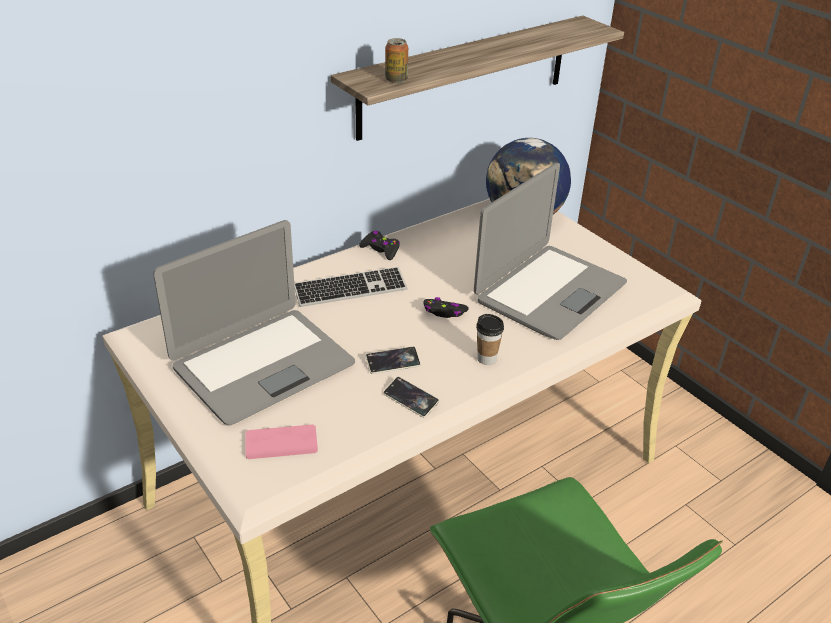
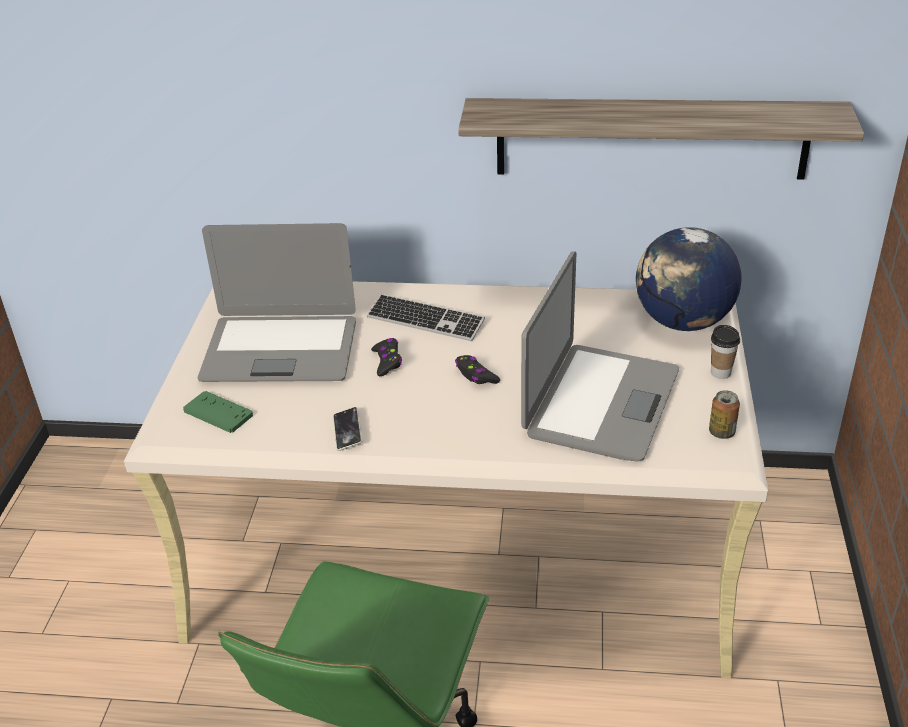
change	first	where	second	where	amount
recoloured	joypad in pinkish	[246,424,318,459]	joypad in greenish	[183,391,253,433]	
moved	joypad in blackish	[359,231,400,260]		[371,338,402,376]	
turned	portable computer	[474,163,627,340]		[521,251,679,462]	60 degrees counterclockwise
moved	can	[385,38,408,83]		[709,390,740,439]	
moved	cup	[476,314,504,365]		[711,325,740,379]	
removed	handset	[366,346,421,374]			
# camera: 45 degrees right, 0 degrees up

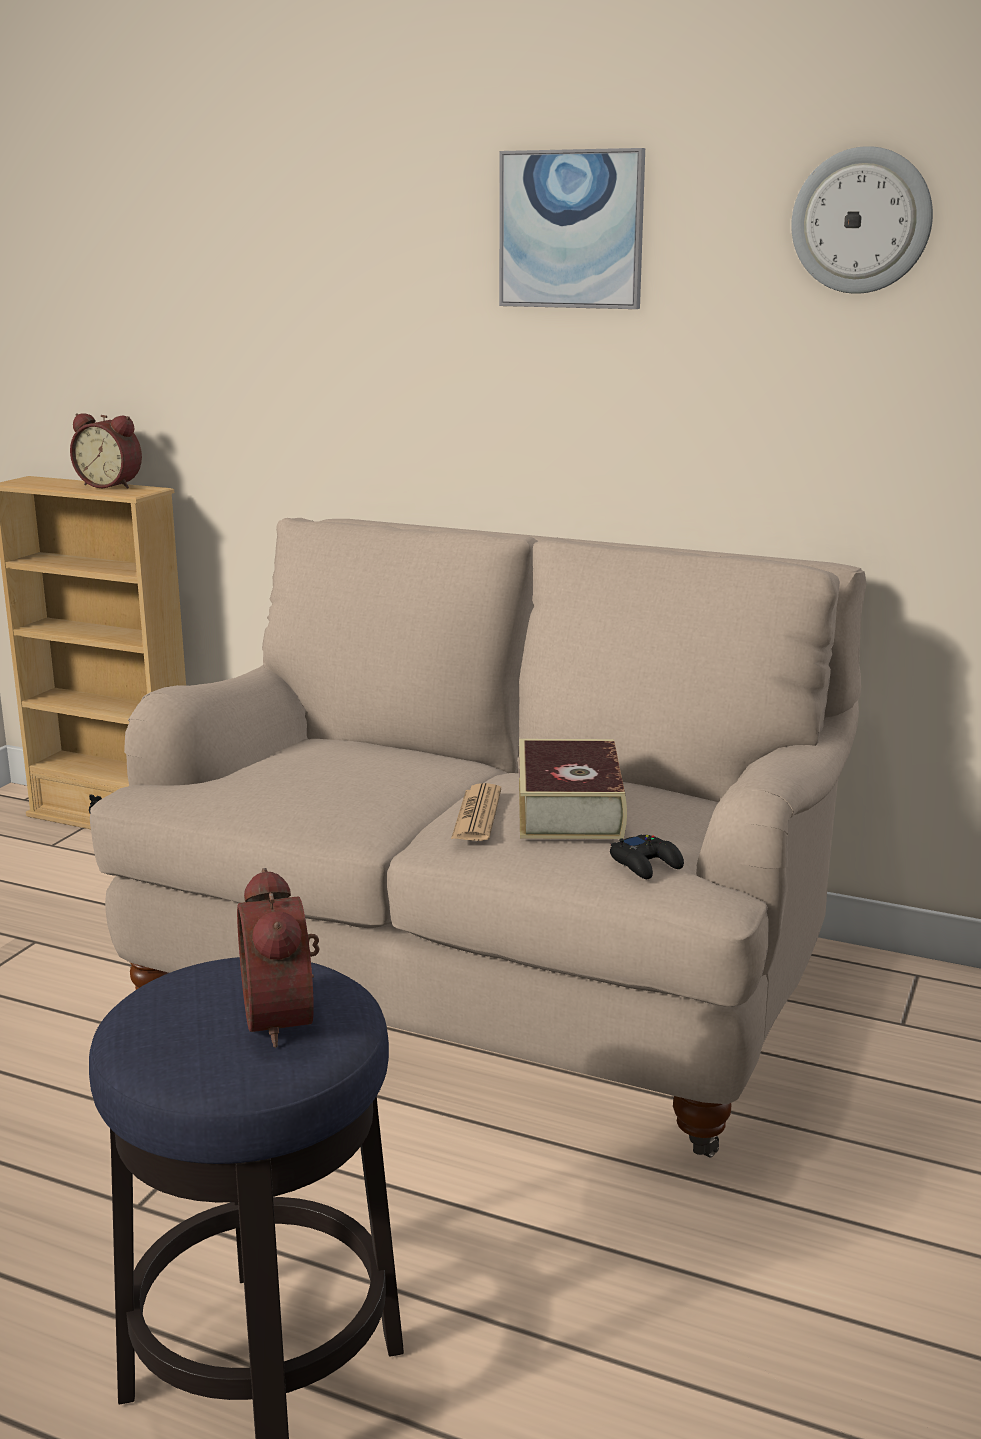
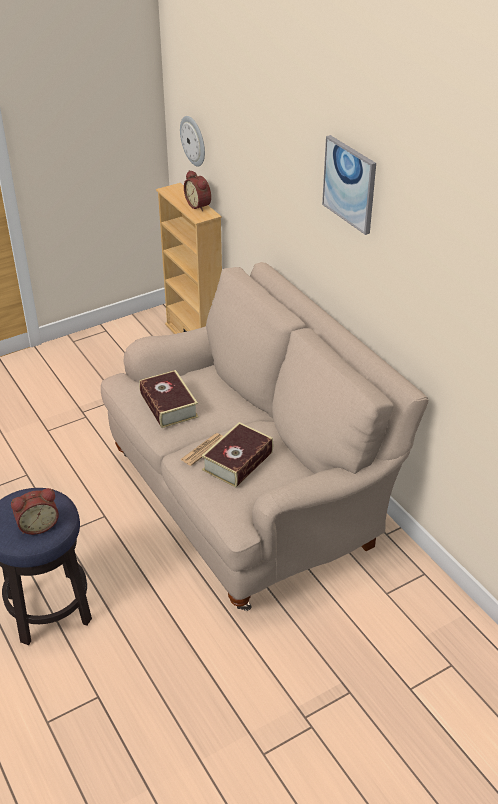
change	first	where	second	where	amount
turned	alarm clock	[237,868,320,1048]		[11,488,59,535]	135 degrees counterclockwise
added			book	[139,370,199,428]	
moved	clock on the wall	[791,146,933,294]		[180,116,205,166]	
removed	joypad in blackish	[610,835,684,879]			
# camera: 35 degrees right, 20 degrees up

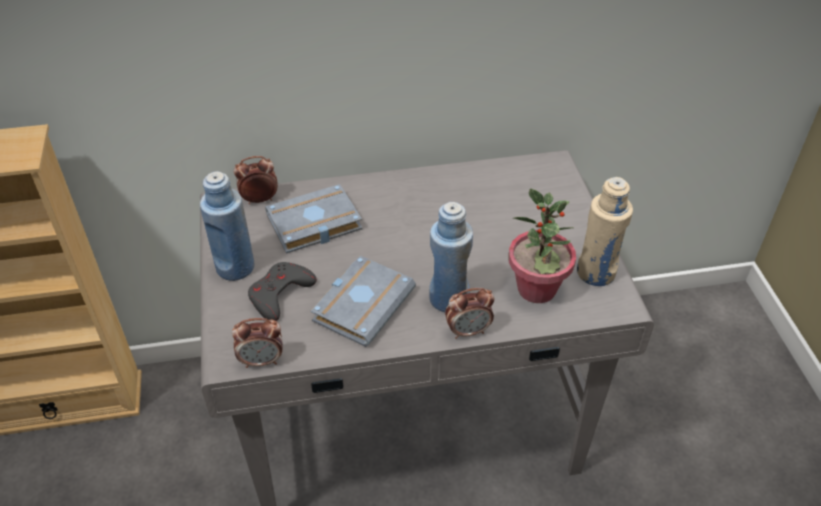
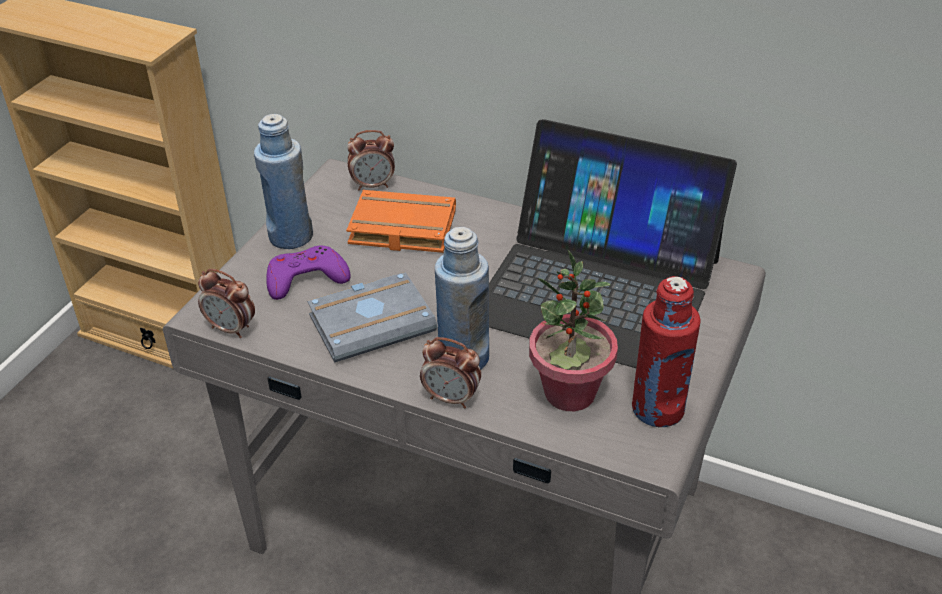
change	first	where	second	where	amount
recoloured	joypad in grey	[248,262,317,321]	joypad in purple	[266,246,351,300]	
recoloured	book in grey	[265,184,362,254]	book in orangey	[346,190,456,253]	
turned	alarm clock	[234,156,278,204]		[347,130,395,190]	150 degrees clockwise
added			portable computer	[489,119,737,368]	
recoloured	bottle in beige	[577,177,633,286]	bottle in red	[632,276,701,427]	
# camera: 35 degrees right, 5 degrees down

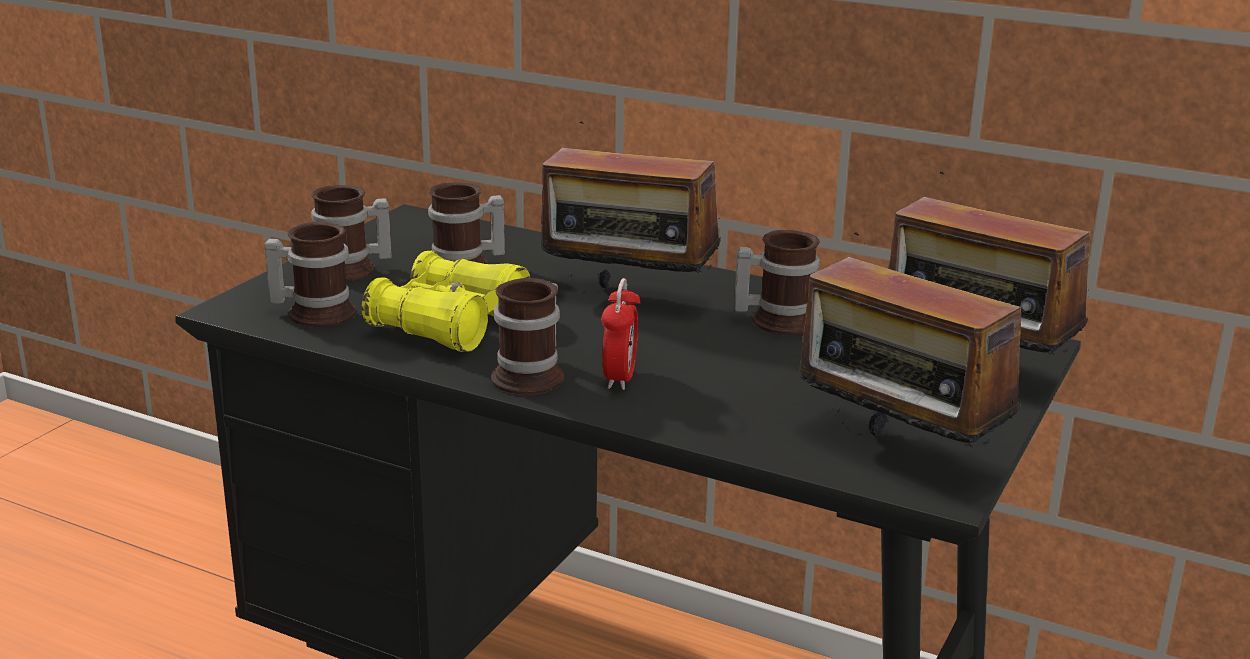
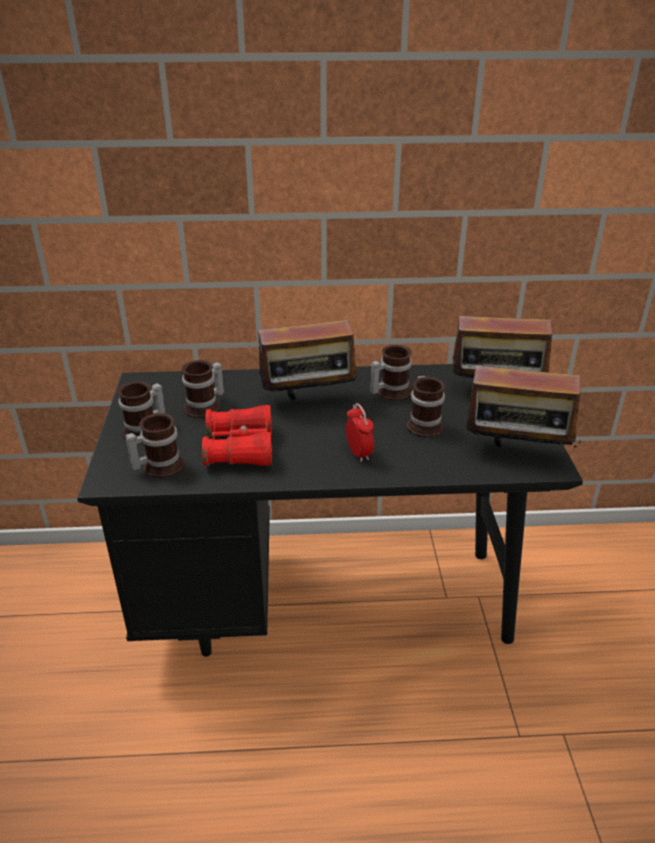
change	first	where	second	where	amount
recoloured	field glasses in yellow	[362,251,530,352]	field glasses in red	[202,405,272,466]	
moved	tea mug	[491,278,564,395]		[406,376,445,437]	
# camera: 30 degrees left, 10 degrees up

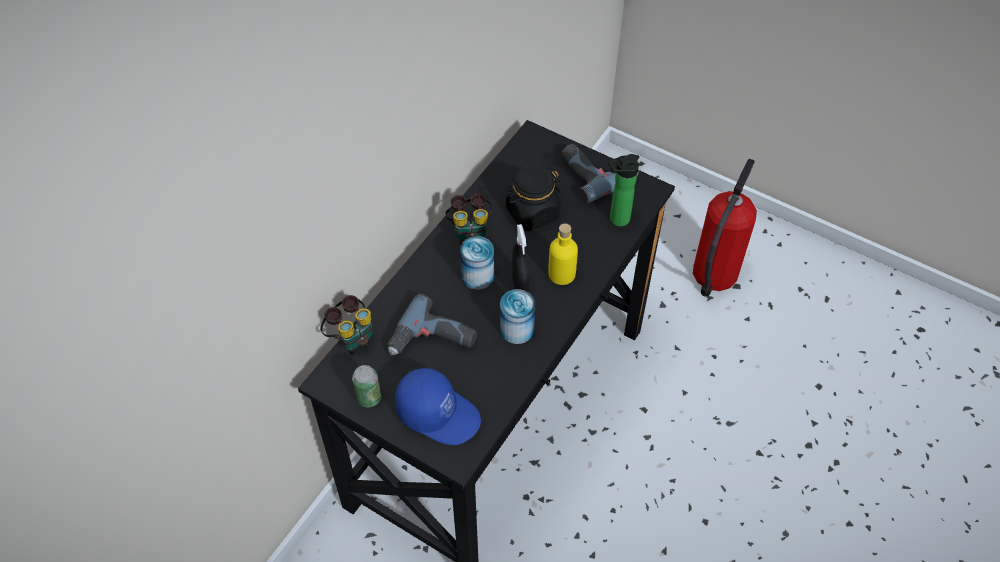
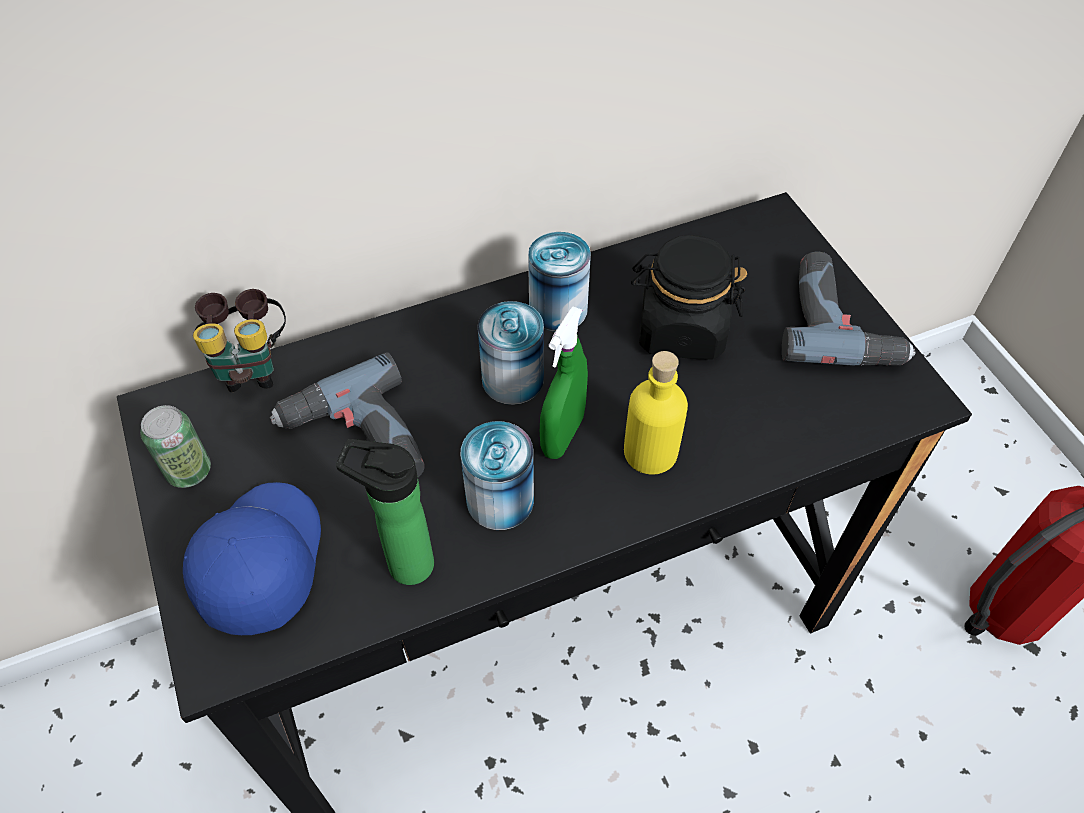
change	first	where	second	where	amount
turned	baseball cap in blue	[395,368,481,445]		[183,482,321,635]	150 degrees counterclockwise
moved	bottle	[608,154,639,227]		[336,439,434,585]	
replaced	field glasses	[445,193,493,245]	can	[528,232,591,331]	
recoloured	hand sprayer in blackish	[512,224,529,293]	hand sprayer in greenish	[540,307,588,459]	
# camera: 35 degrees right, 0 degrees up

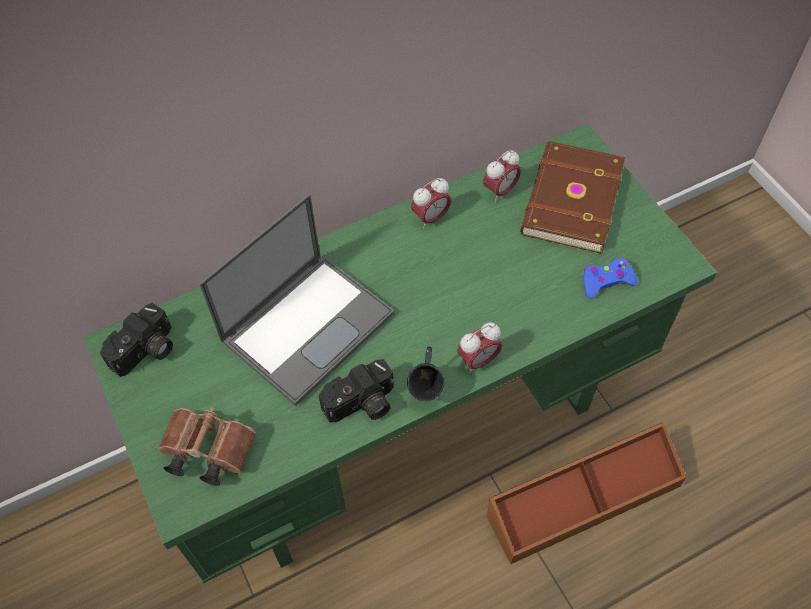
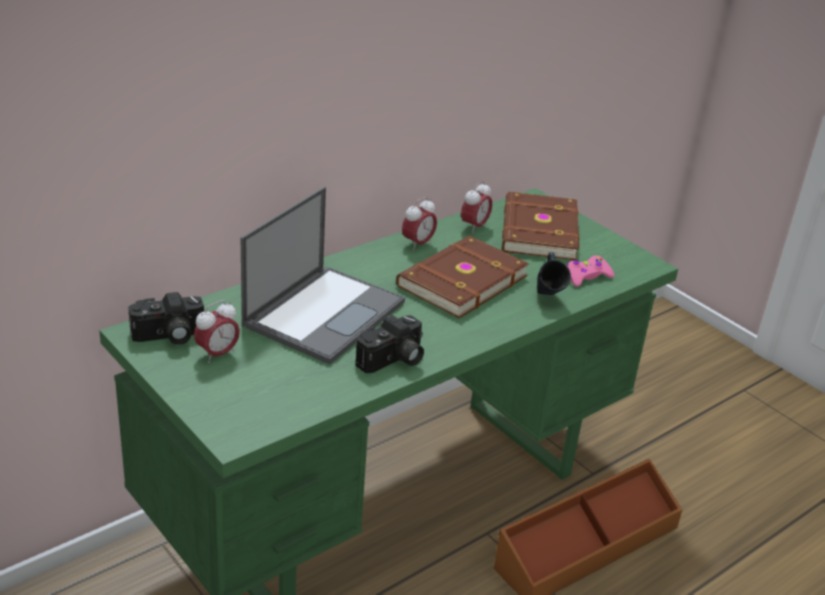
change	first	where	second	where	amount
turned	photo camera	[100,303,173,377]		[128,292,204,345]	45 degrees clockwise
moved	alarm clock	[457,322,502,373]		[194,300,240,363]	
added			book in brown-coloured	[396,236,530,318]	
moved	tea mug in blue	[407,347,444,401]		[537,252,571,295]	
recoloured	joypad in blue	[583,257,637,299]	joypad in pinkish	[567,256,614,287]	
removed	field glasses in brown-coloured	[158,407,256,486]			
# camera: 15 degrees left, 25 degrees down

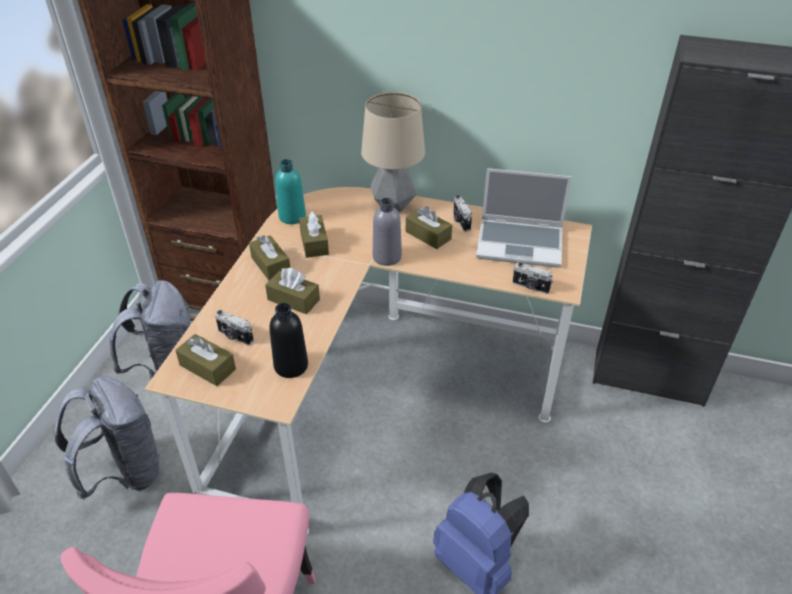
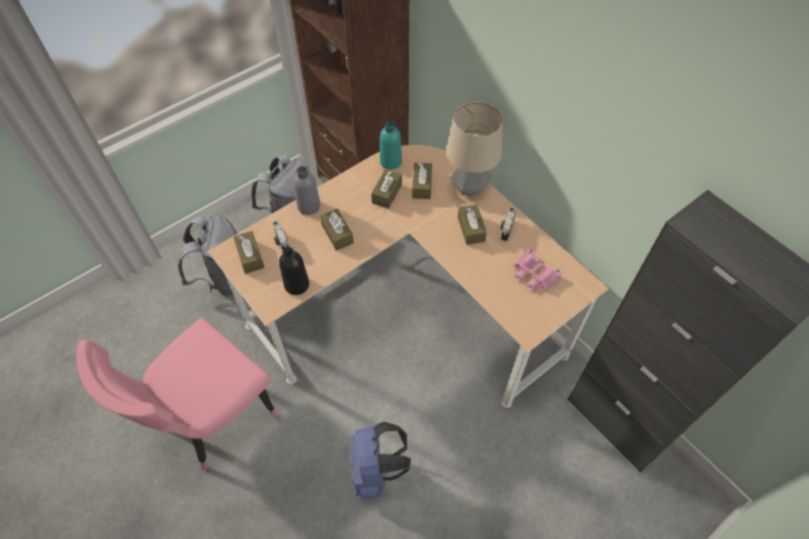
change	first	where	second	where	amount
moved	bottle in grey	[373,198,402,266]		[293,166,321,215]	
moved	box of tissues in brown-coloured	[249,235,290,280]		[412,163,432,199]	
replaced	portable computer	[476,168,572,268]	field glasses in pinkish	[513,249,562,290]	
removed	photo camera	[512,262,553,294]			
# camera: 35 degrees right, 15 degrees up

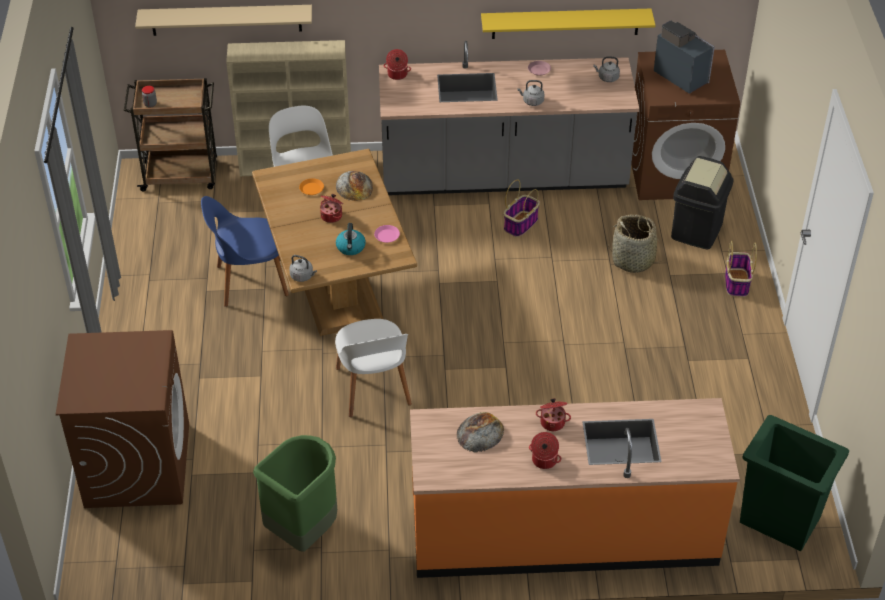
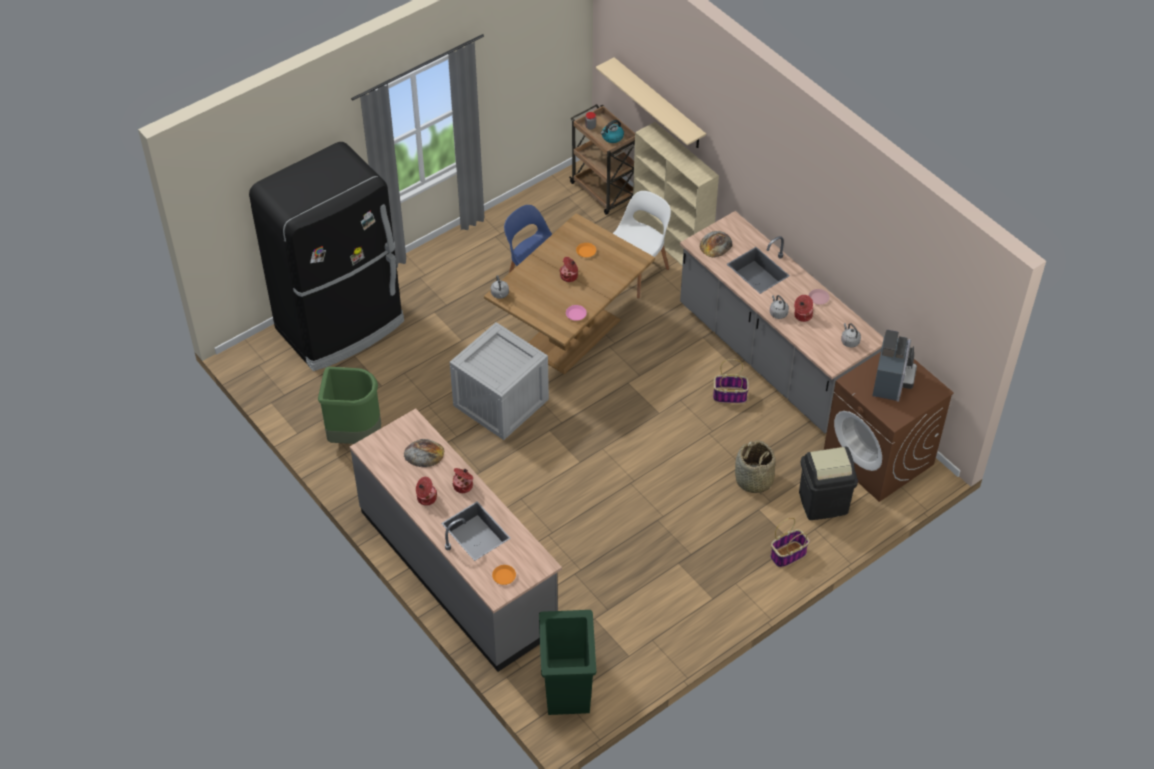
change	first	where	second	where	amount
replaced	laundry appliance in brown-coloured	[56,330,189,508]	kitchen fridge in blackish	[249,142,404,371]	
recoloured	counter in orangey	[410,398,740,578]	counter in grey	[350,408,562,672]	
replaced	plain chair in white-coloured	[335,319,412,417]	crate	[450,322,549,440]	
added			plate in orangey	[492,565,516,585]	
moved	tea kettle	[336,223,366,255]		[601,120,624,143]	
moved	baked bread	[336,171,373,201]		[700,231,732,258]	
moved	cooking pot	[384,49,411,80]		[794,295,813,322]	
removed	wall shelf in yellow	[481,9,656,39]			
# camera: 55 degrees right, 5 degrees up

